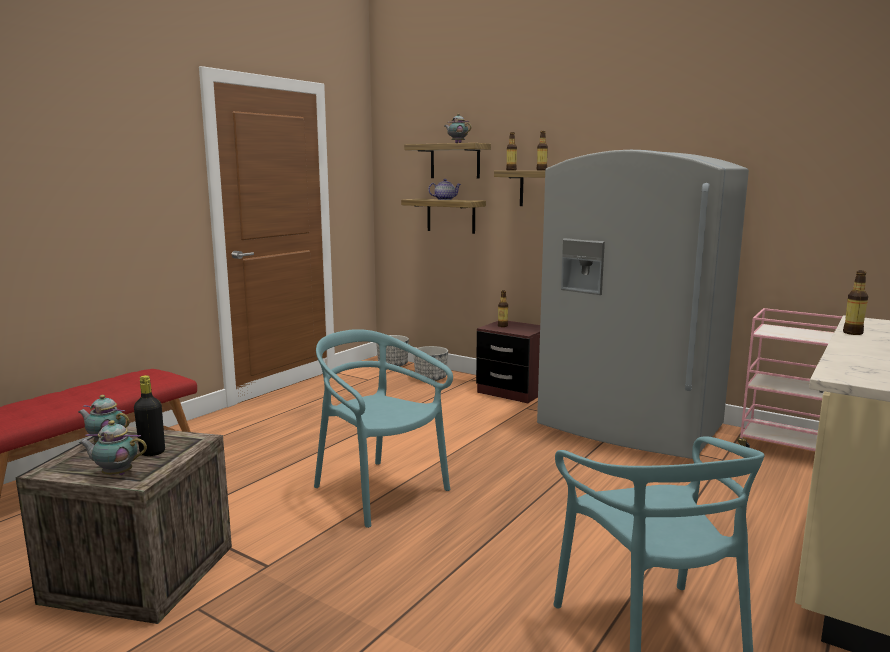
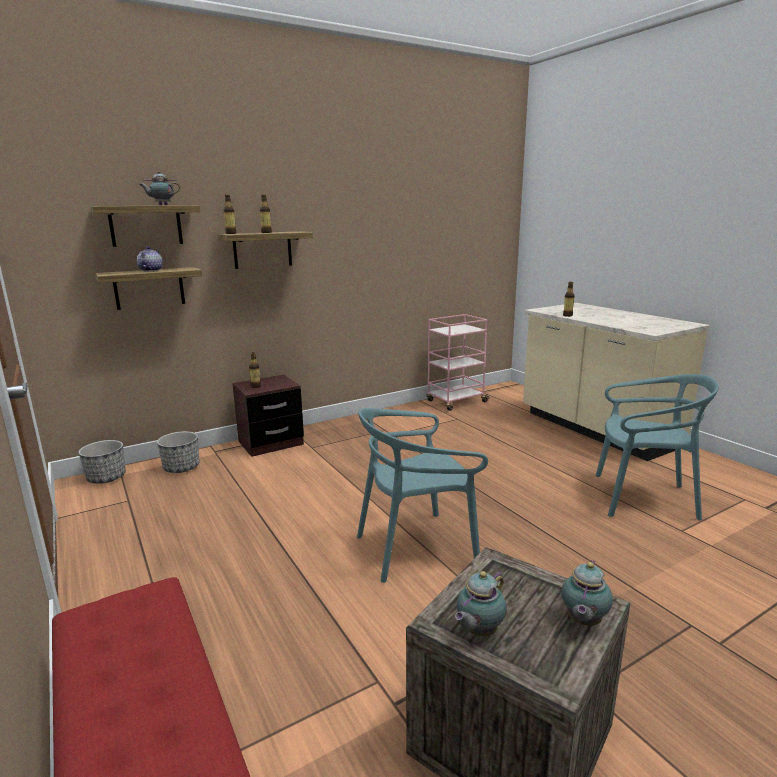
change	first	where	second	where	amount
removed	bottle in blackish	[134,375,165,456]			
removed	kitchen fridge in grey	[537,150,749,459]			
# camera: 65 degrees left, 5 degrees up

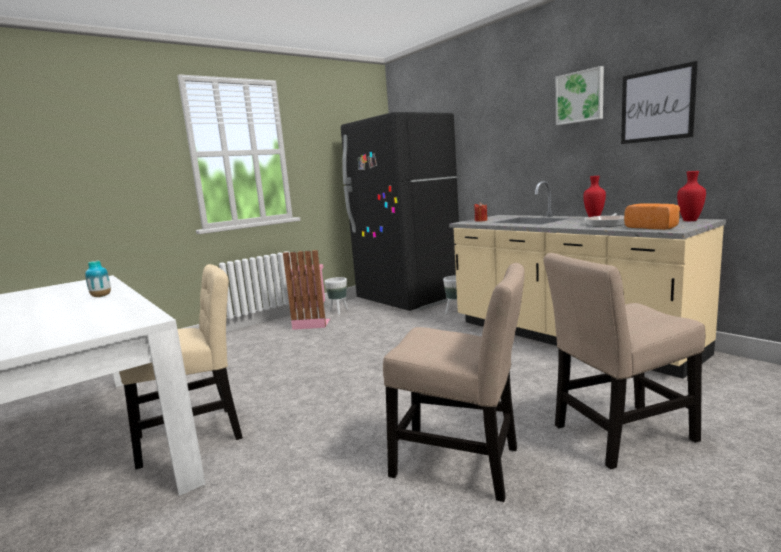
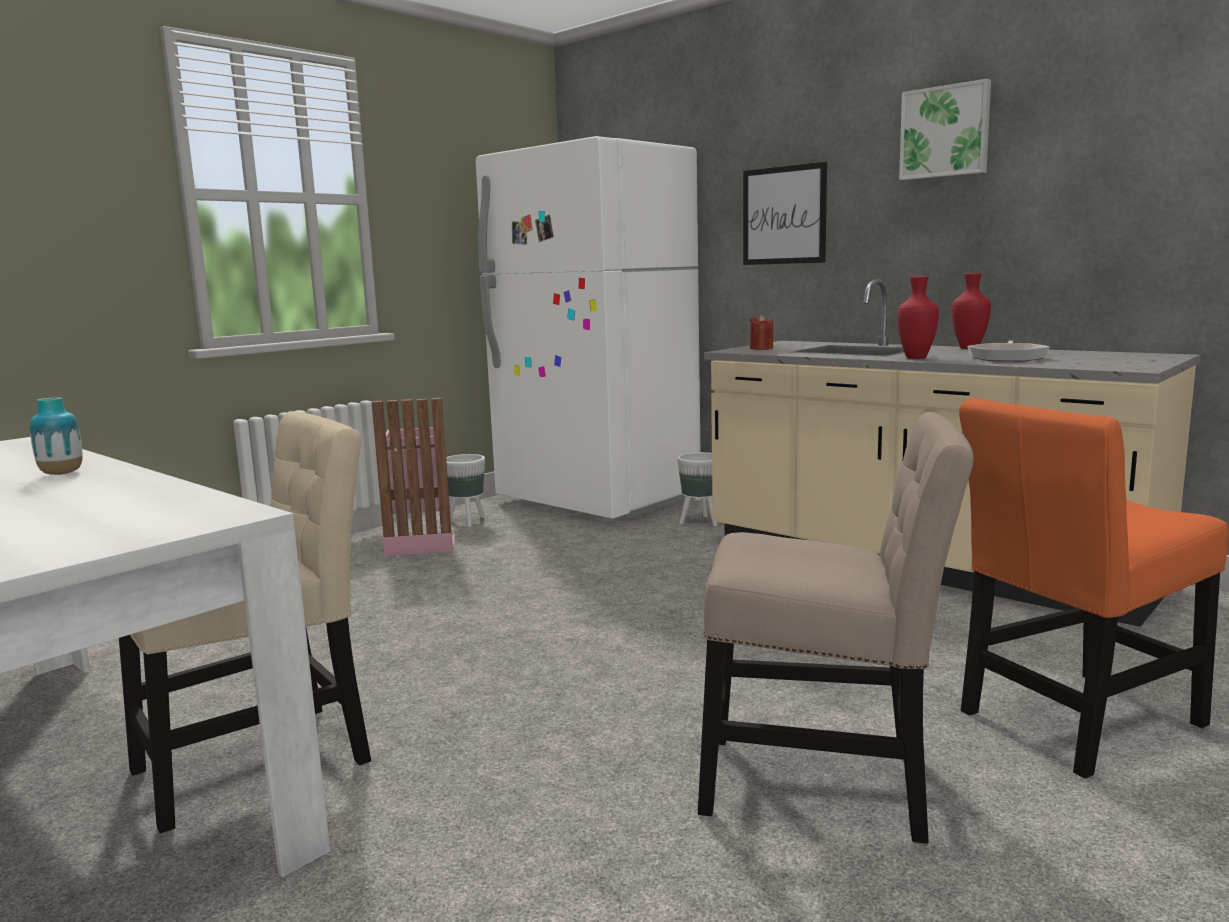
change	first	where	second	where	amount
recoloured	kitchen fridge in blackish	[341,112,459,311]	kitchen fridge in white-coloured	[476,136,700,519]	
moved	wall picture	[621,61,698,144]		[743,162,827,265]	
moved	vase in red	[677,171,706,221]		[897,276,939,359]	
recoloured	plain chair in beige	[543,253,705,469]	plain chair in orangey	[959,398,1229,778]	
removed	baked bread	[624,204,680,230]			
# camera: 10 degrees left, 0 degrees up

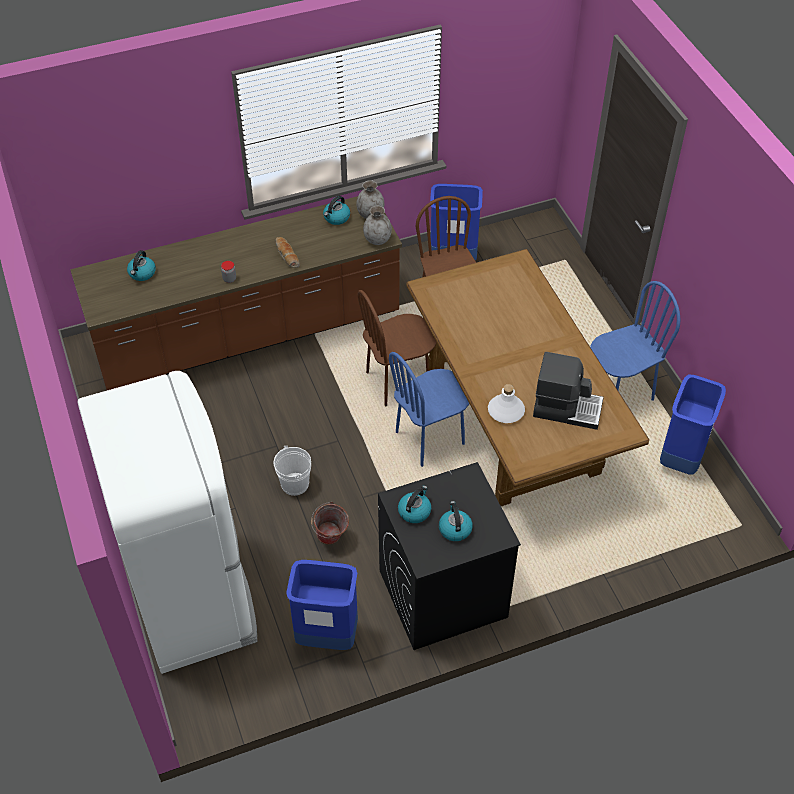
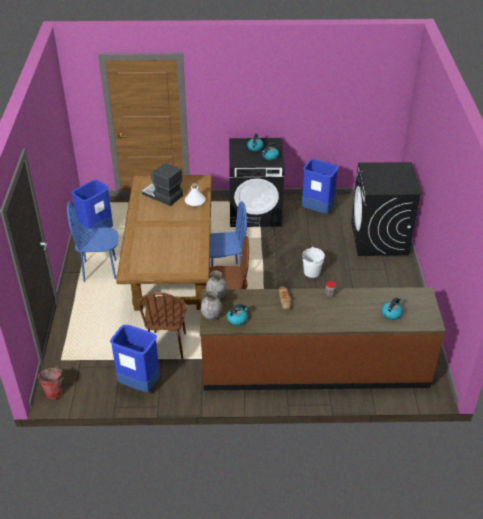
change	first	where	second	where	amount
moved	pail	[311,502,349,545]		[38,366,64,399]	
replaced	kitchen fridge in white-coloured	[77,371,257,674]	laundry appliance in blackish	[351,162,422,256]	
# camera: 160 degrees left, 10 degrees down

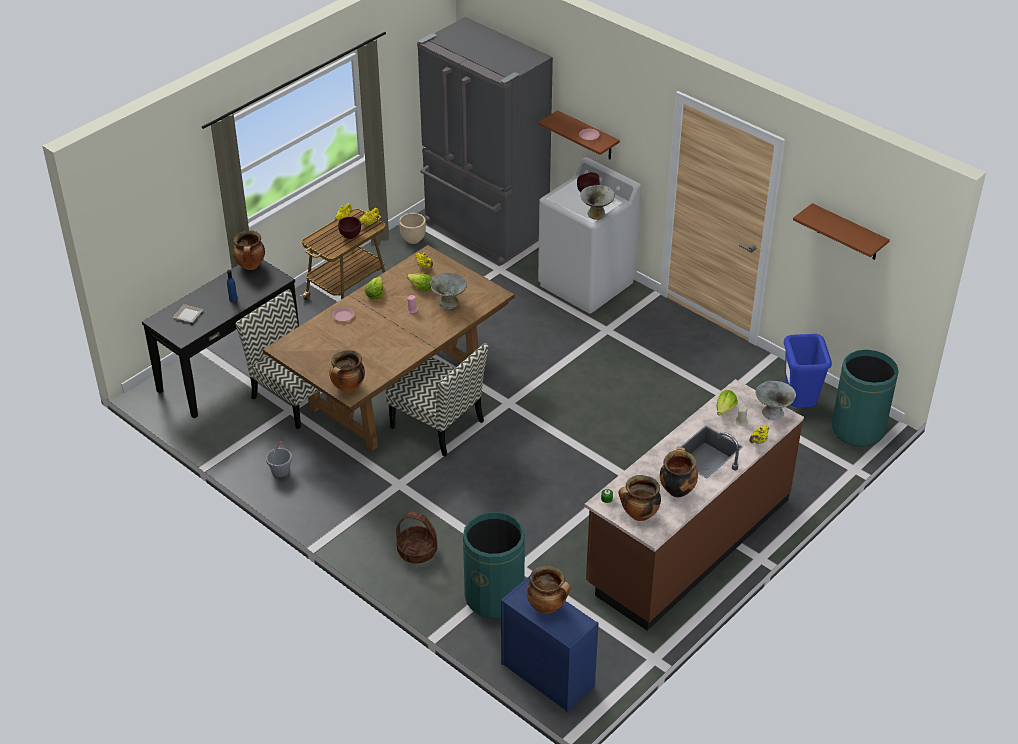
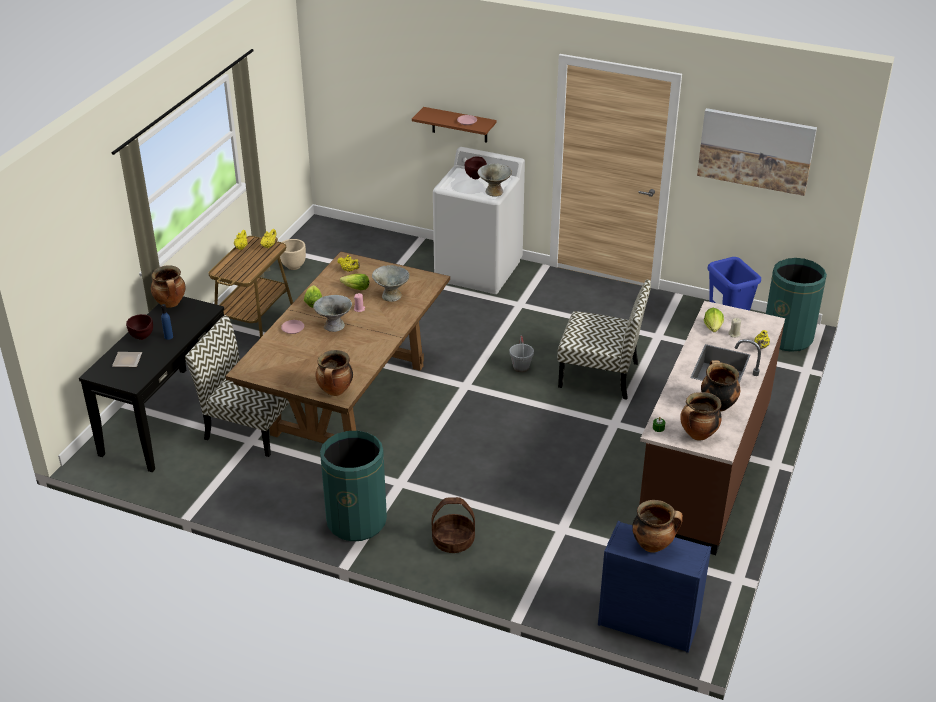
change	first	where	second	where	amount
moved	serving bowl in brown-coloured	[338,217,361,239]		[126,314,153,340]	
moved	serving bowl in grey	[755,381,796,420]		[313,295,352,332]	
moved	rubbish bin in greenish	[463,512,525,619]		[320,431,387,541]	
moved	pail in grey	[266,441,292,478]		[509,336,534,372]	
moved	plain chair	[386,343,488,457]		[557,280,651,400]	
replaced	wall shelf in brown-coloured	[793,203,890,260]	wall picture	[697,108,817,196]	
removed	kitchen fridge in grey	[417,17,553,265]			
# camera: 20 degrees left, 5 degrees down

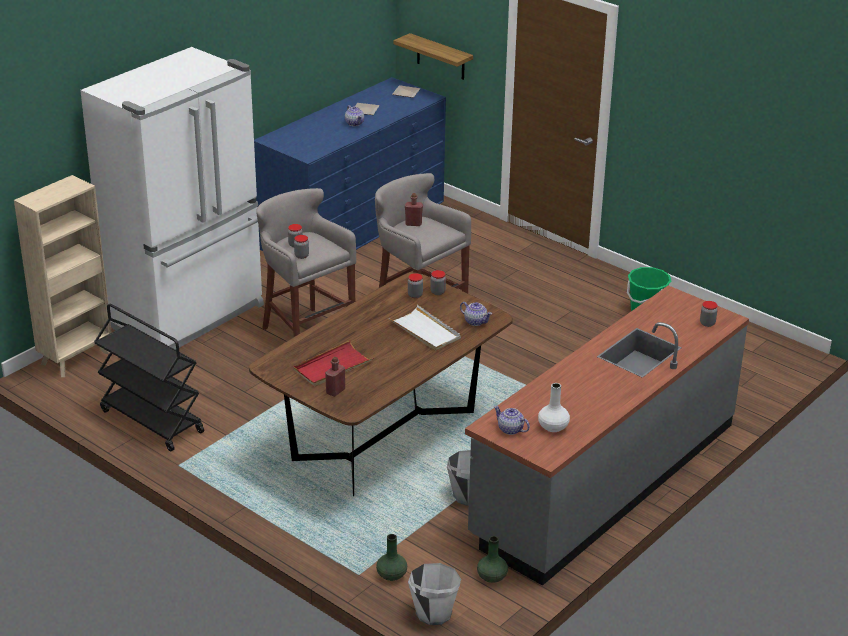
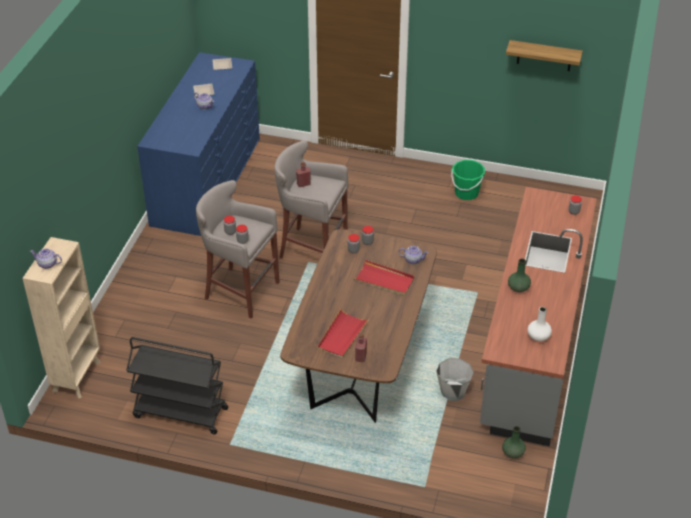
change	first	where	second	where	amount
moved	teapot	[494,406,530,435]		[30,248,62,269]	
recoloured	serving tray in white-coloured	[389,305,461,351]	serving tray in red	[354,260,415,296]	
moved	wall shelf	[394,33,473,80]		[506,40,583,71]	
moved	vase in greenish	[376,534,407,581]		[508,259,531,292]	
removed	kitchen fridge in white-coloured	[80,47,264,350]			
removed	pail in white-coloured	[408,563,461,625]			
# camera: 25 degrees left, 10 degrees up

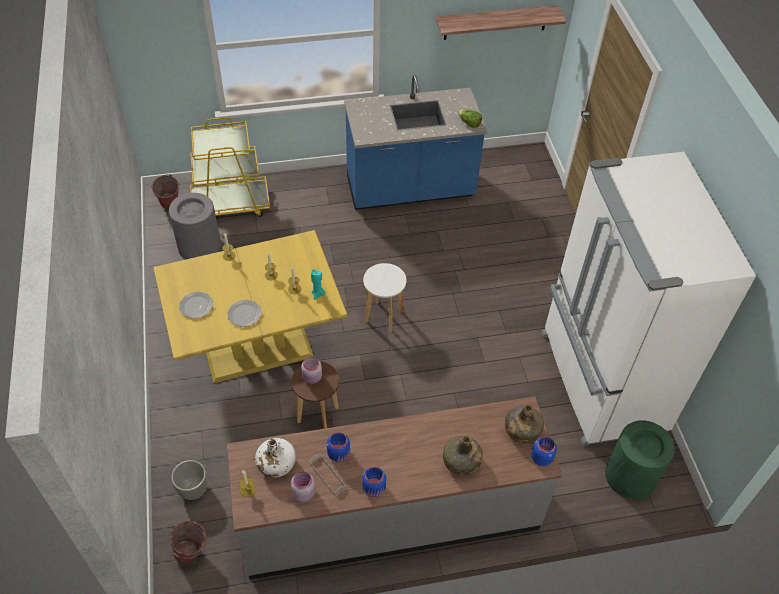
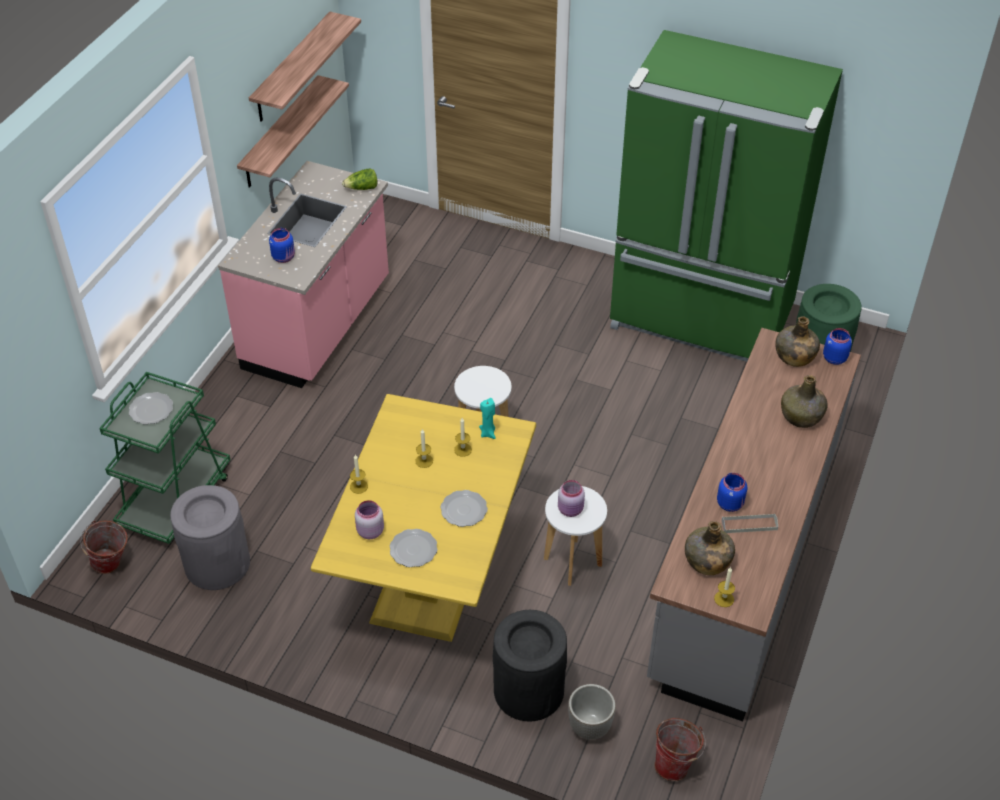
change	first	where	second	where	amount
recoloured	trolley in yellow	[190,117,270,217]	trolley in greenish	[99,372,230,544]	
added			plate	[129,392,173,424]	
recoloured	counter in blue	[344,75,487,210]	counter in pinkish	[218,161,389,388]	
added			wall shelf	[237,75,349,188]	
moved	storage jar in blue	[362,467,386,497]		[269,228,295,263]	
moved	storage jar in pinkish	[291,471,315,502]		[355,500,384,539]	
added			rubbish bin in blackish	[493,610,567,722]	
recoloured	sitting stool in brown-coloured	[292,361,339,429]	sitting stool in white-coloured	[544,486,607,586]	
recoloured	kitchen fridge in white-coloured	[541,152,756,446]	kitchen fridge in greenish	[610,30,843,362]	
recoloured	bottle in white-coloured	[255,438,296,478]	bottle in greenish	[685,521,735,575]	
# camera: 55 degrees left, 5 degrees down

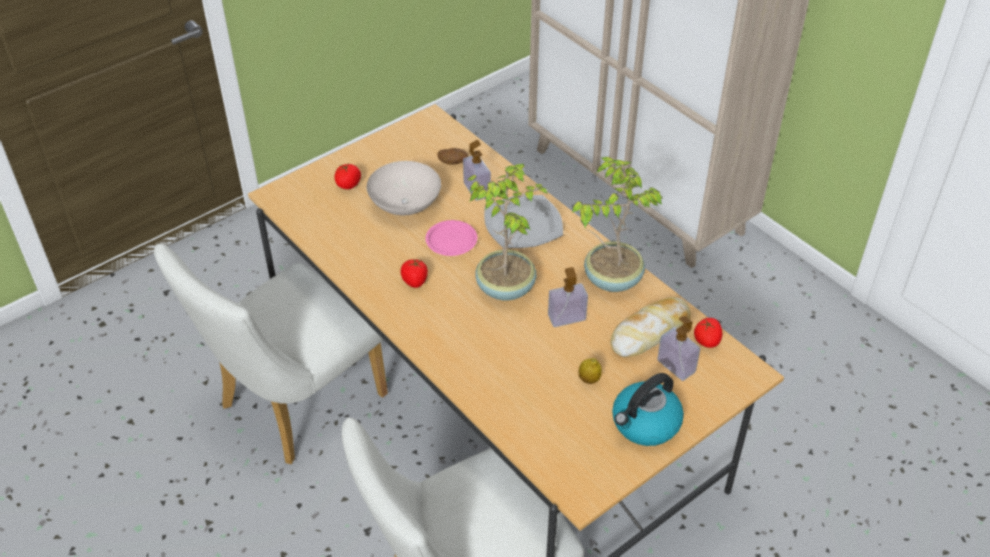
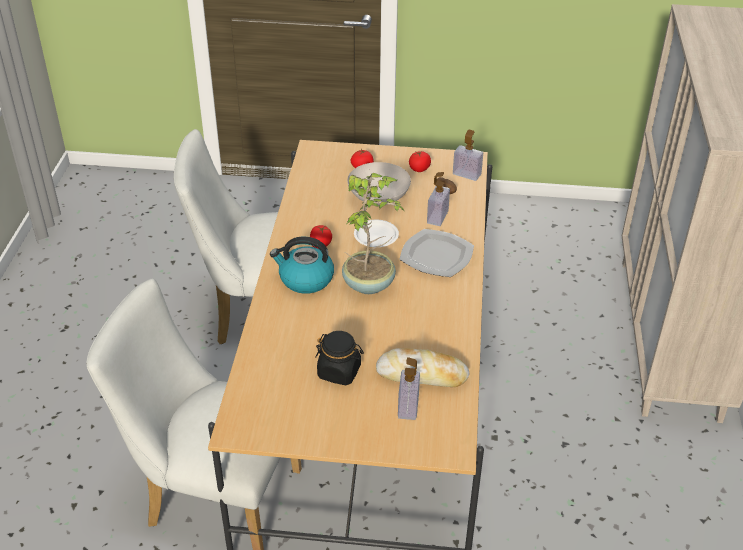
change	first	where	second	where	amount
moved	tea kettle	[612,373,684,446]		[270,237,334,294]	
replaced	lemon	[578,358,602,384]	storage jar in blackish	[315,331,364,385]	
recoloured	plate in pinkish	[426,220,477,256]	plate in white-coloured	[354,220,399,247]	
moved	whole tomato	[694,318,723,348]		[409,151,431,172]	
moved	liquid soap bottle	[548,267,588,327]		[453,130,483,181]	
removed	houseplant	[572,157,662,292]			
# camera: 45 degrees right, 5 degrees down

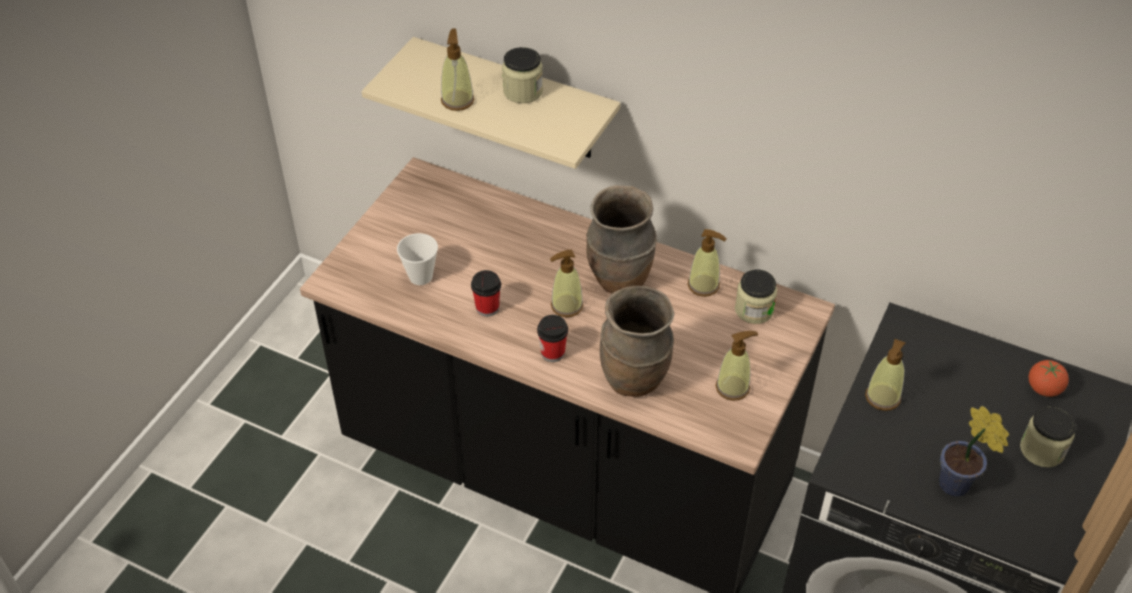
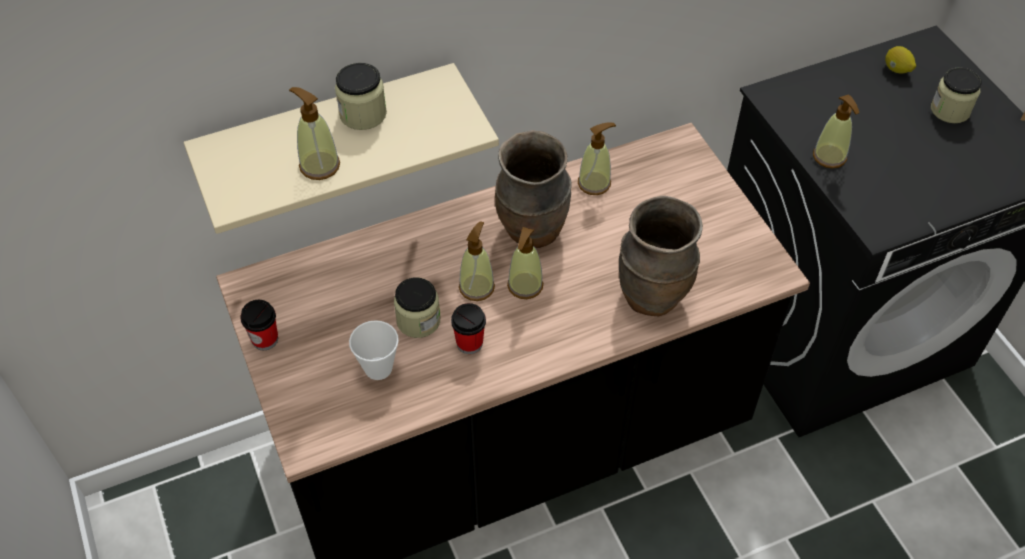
change	first	where	second	where	amount
moved	cup	[537,315,568,362]		[240,300,278,350]	
moved	storage jar	[735,269,777,324]		[394,278,440,338]	
moved	liquid soap bottle	[716,331,758,401]		[459,221,495,301]	
replaced	whole tomato	[1029,360,1069,397]	lemon	[885,46,916,73]	
removed	houseplant	[939,406,1009,497]			
# camera: 50 degrees left, 5 degrees up

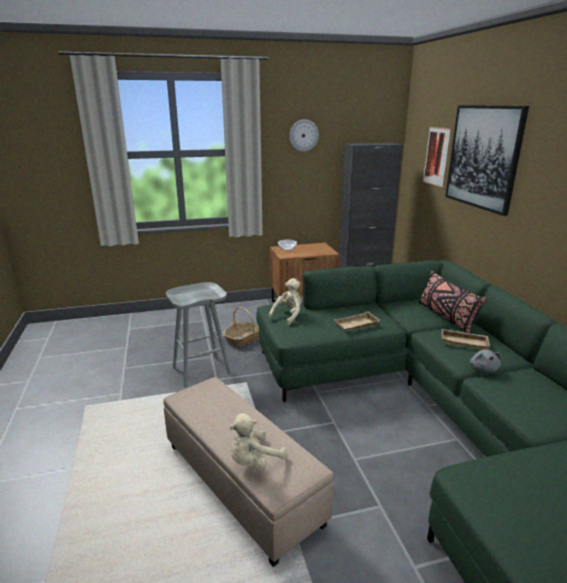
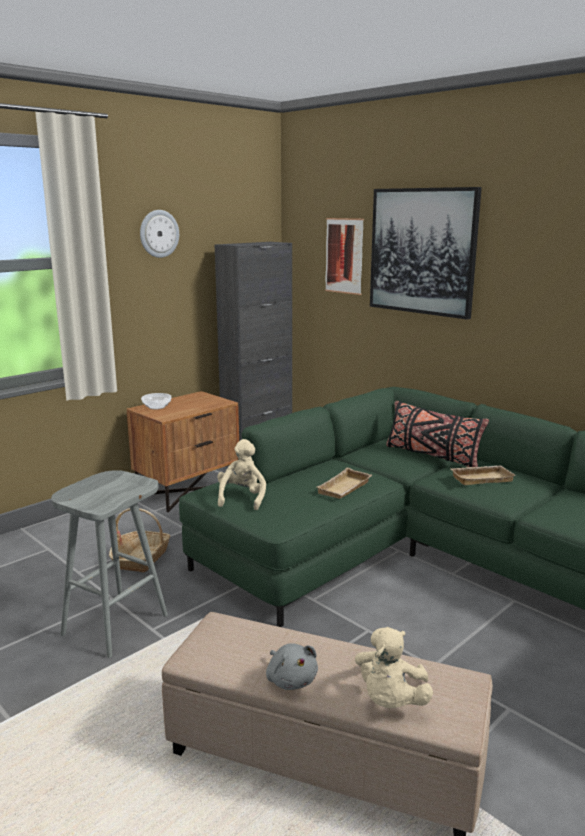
change	first	where	second	where	amount
moved	soft toy in grey	[470,349,501,373]		[266,643,318,690]	
# camera: 30 degrees left, 5 degrees down

